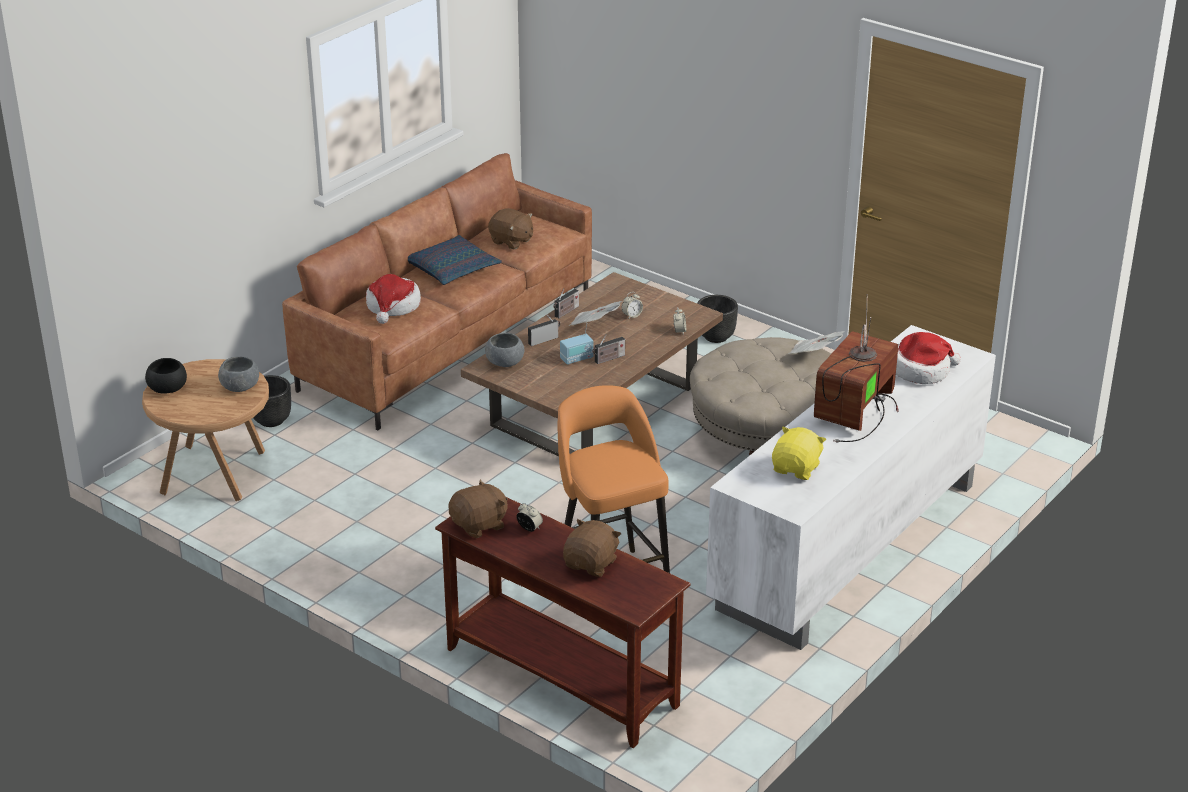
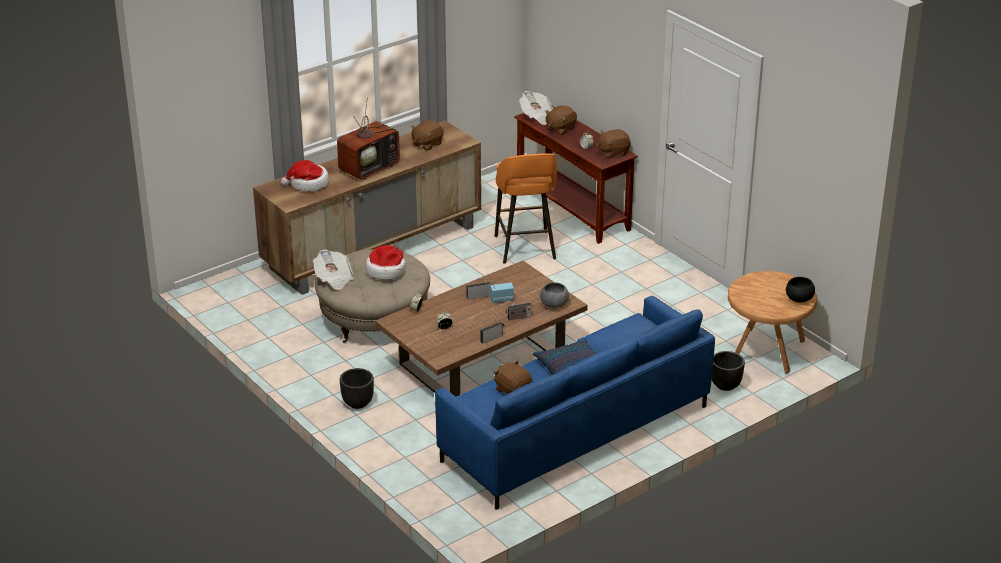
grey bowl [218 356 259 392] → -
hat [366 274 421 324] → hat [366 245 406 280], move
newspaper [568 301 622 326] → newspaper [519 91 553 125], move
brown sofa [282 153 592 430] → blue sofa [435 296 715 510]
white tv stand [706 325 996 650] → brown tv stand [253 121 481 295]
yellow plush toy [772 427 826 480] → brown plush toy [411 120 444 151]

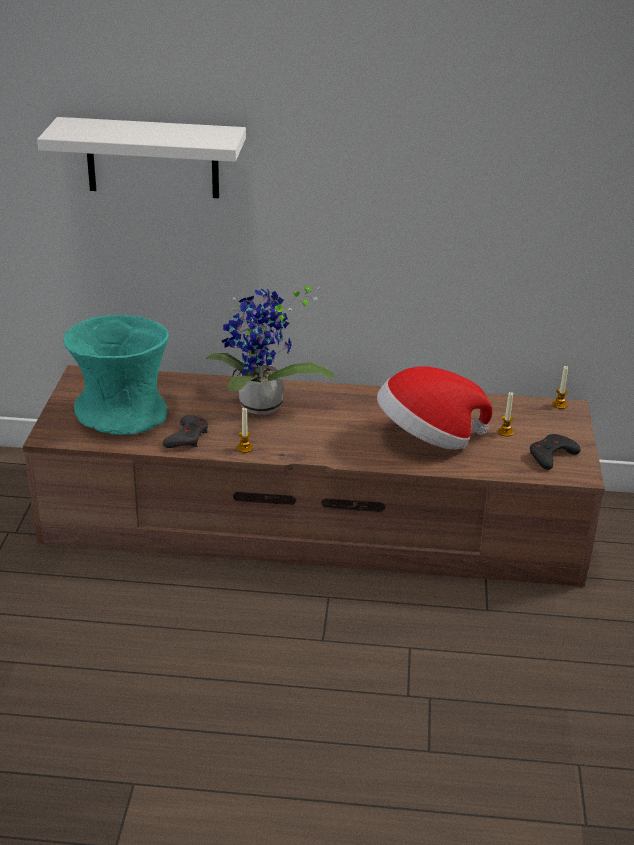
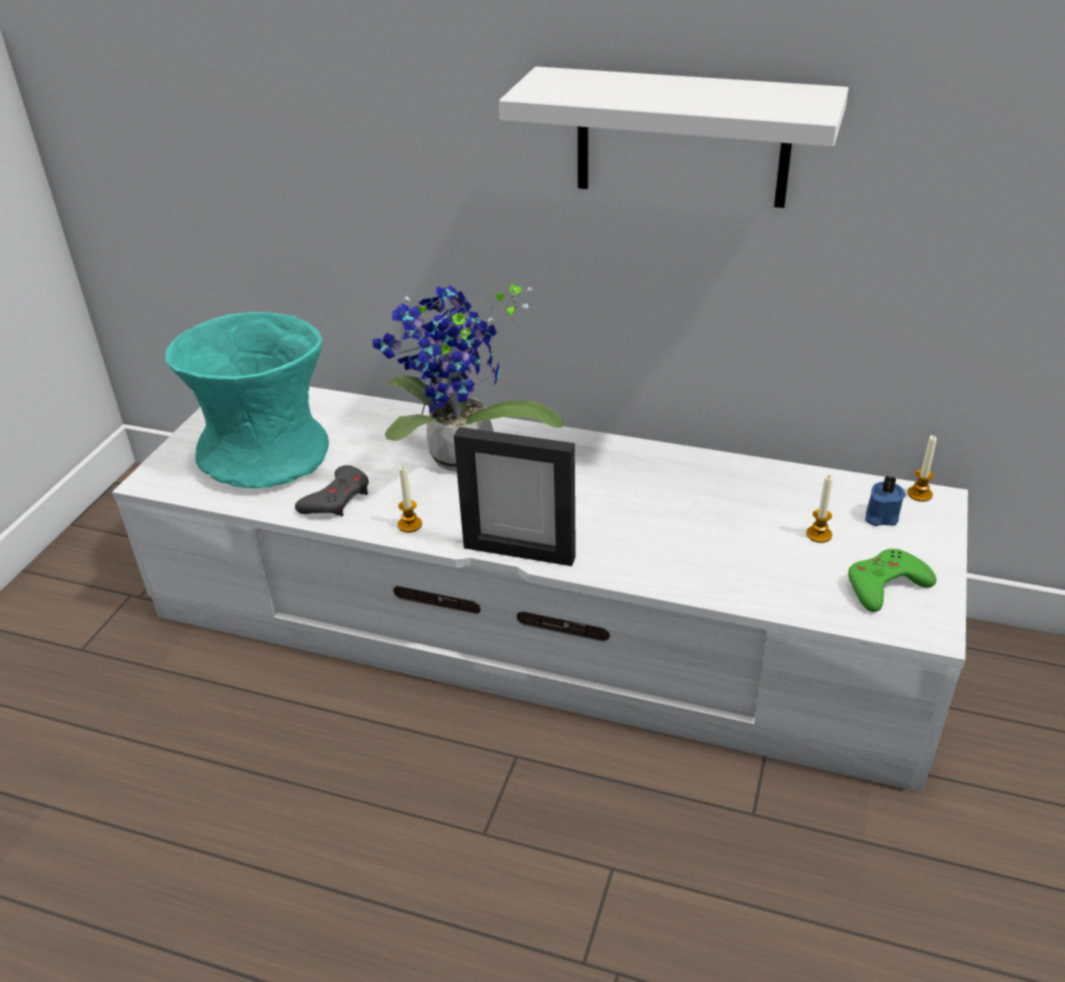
hat [377 366 493 450] → -
- → picture frame [454 427 576 566]
- → blue candle [865 475 906 526]
white shelf [37 117 246 198] → white shelf [499 67 849 208], move
brown tv stand [23 365 605 587] → white tv stand [112 386 968 793]
black game controller [530 434 581 470] → green game controller [848 549 936 612]

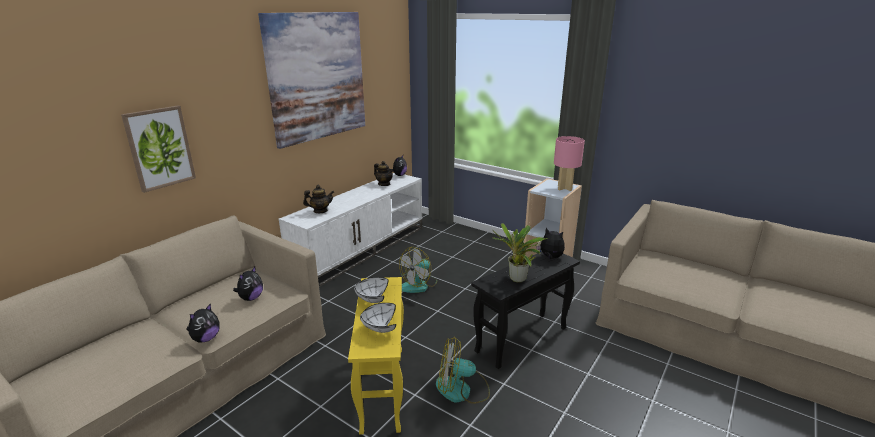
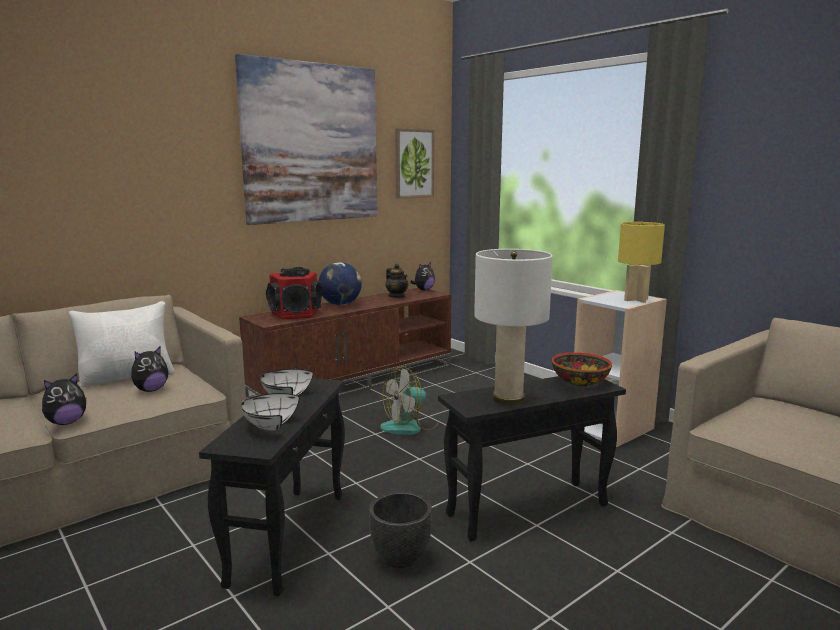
- → white pillow [69 301 174 387]
- → globe [319 262 362 305]
picture [121 106 196 193] → picture [395 128 434 199], move
teapot [303 185 334 213] → speaker [266 267 322 319]
fan [436 337 490 404] → black planter [369 492 432 568]
potted plant [493 223 548 283] → white table lamp [474 249 553 406]
plush toy [536 228 565 259] → bowl [552 352 612 386]
white tv stand [279 173 422 287] → brown tv stand [239 288 451 399]
yellow side table [348 277 404 435] → black side table [199 378 345 596]
pink table lamp [554 136 585 191] → yellow table lamp [618 222 665 303]

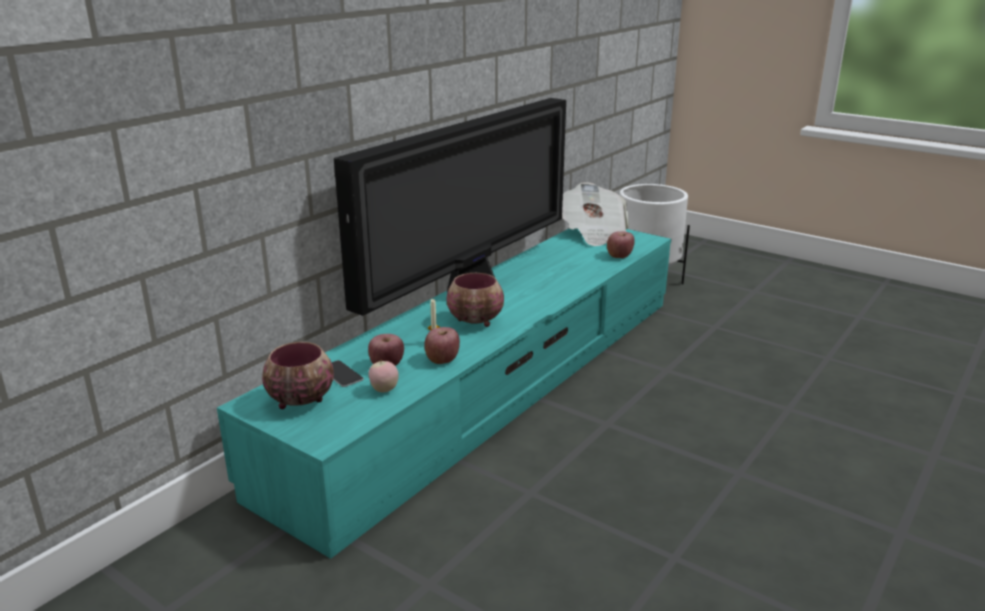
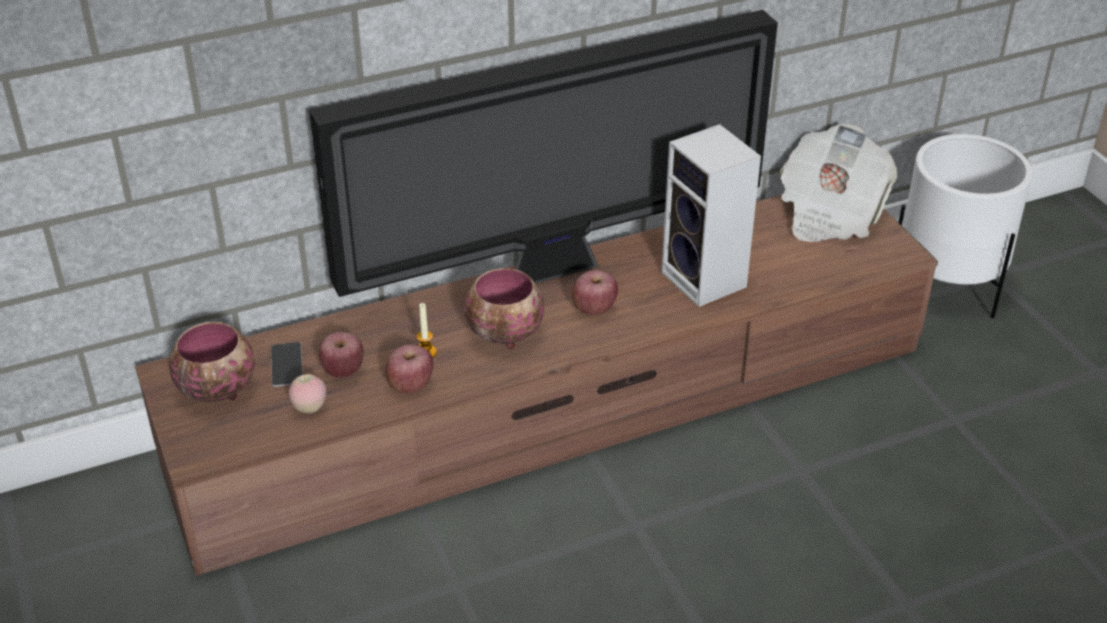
- → speaker [661 124 761 307]
apple [607 231 635 258] → apple [572 270 618 316], move
turquoise tv stand [217 228 671 559] → brown tv stand [135 195 938 576]

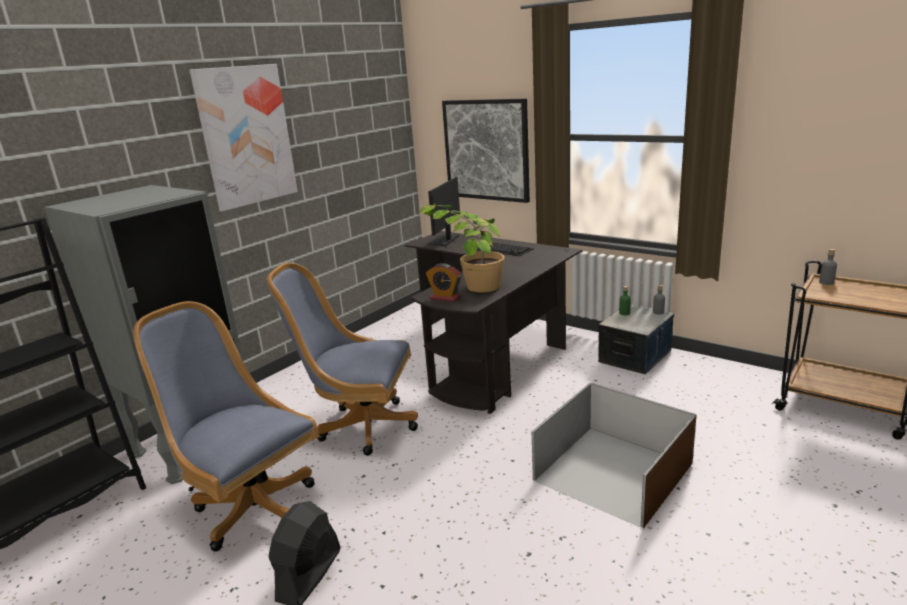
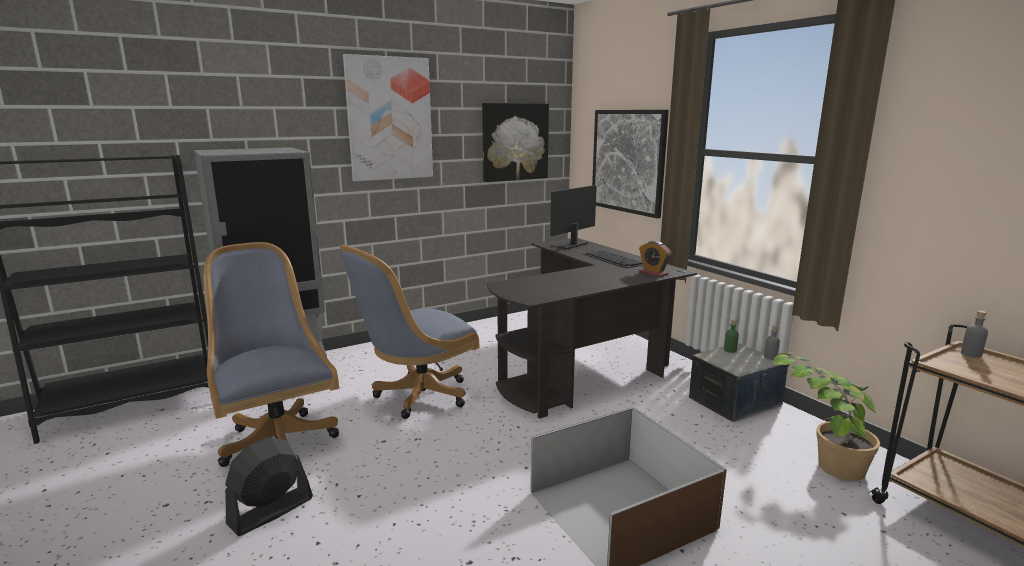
- → picture [482 103 549 182]
potted plant [419 203 505 293] → potted plant [772 352 880 481], move
alarm clock [426 263 461 302] → alarm clock [639 241 672 277], move
blue office chair [267 262 418 456] → blue office chair [340 245 480 419], 75 degrees counterclockwise

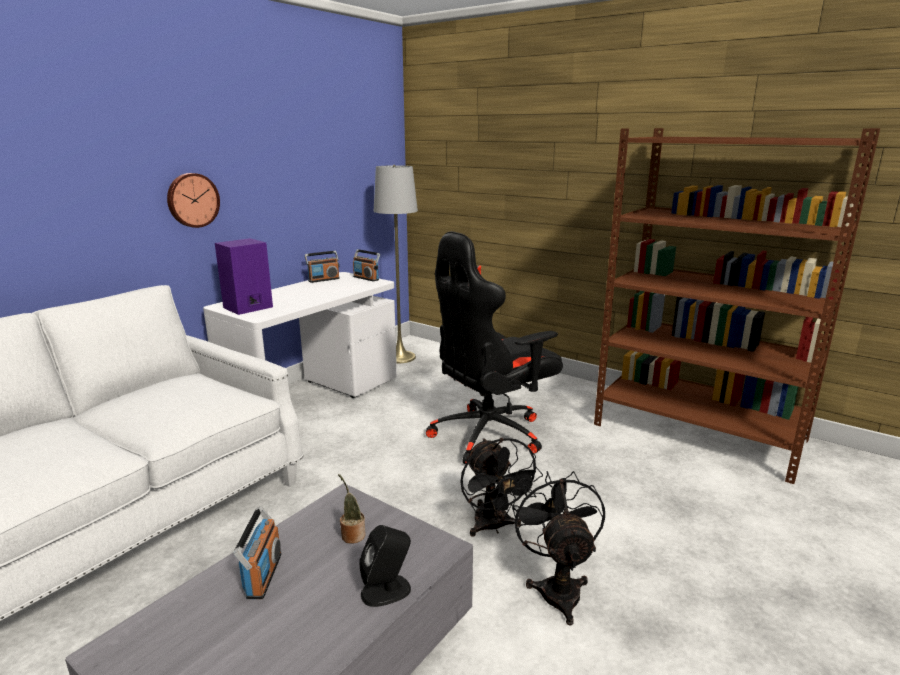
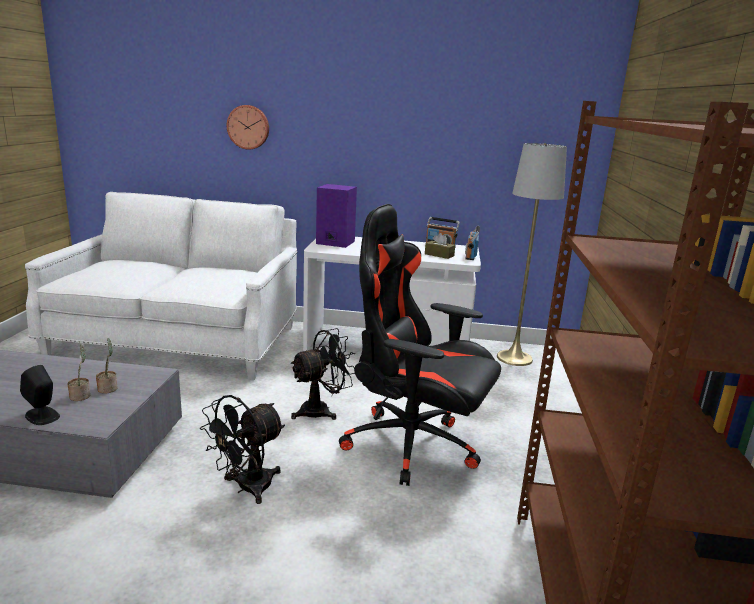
radio [233 506 281 599] → -
- → potted plant [67 344 90 401]
- → brown tissue box [425 233 455 259]
wall clock [167 173 220 228] → wall clock [227 105 269 150], move
black fan [512 471 605 626] → black fan [291 328 355 420], move

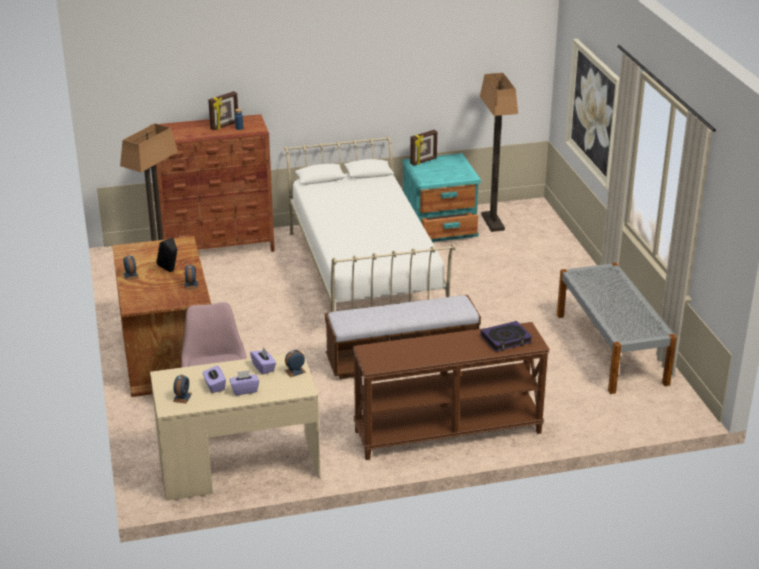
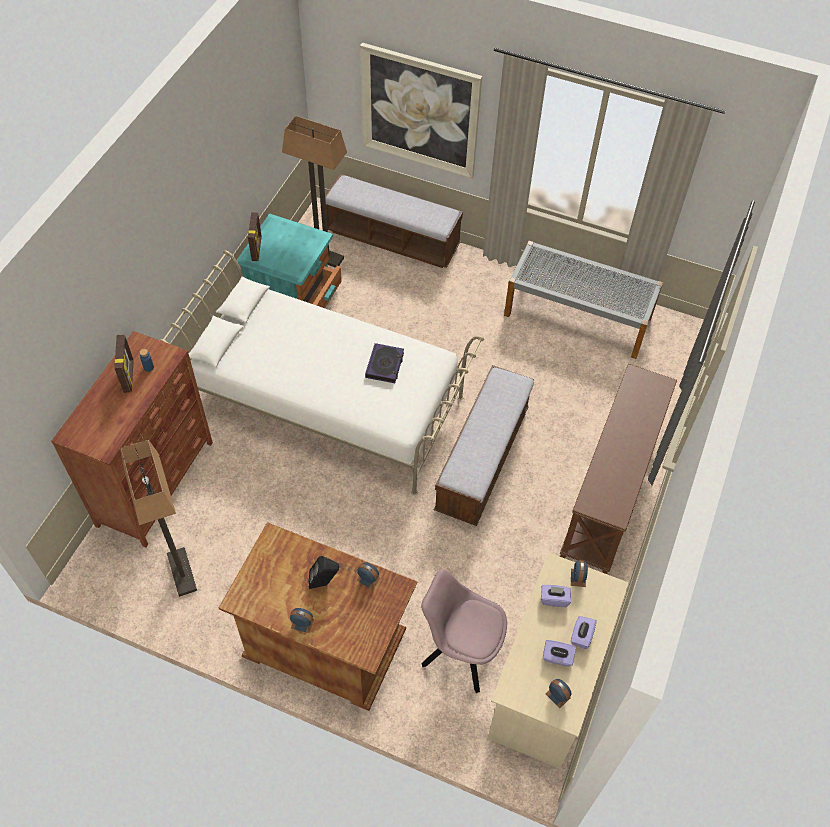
- → bench [325 174 463 268]
book [480 321 532 352] → book [365 343 404 383], move

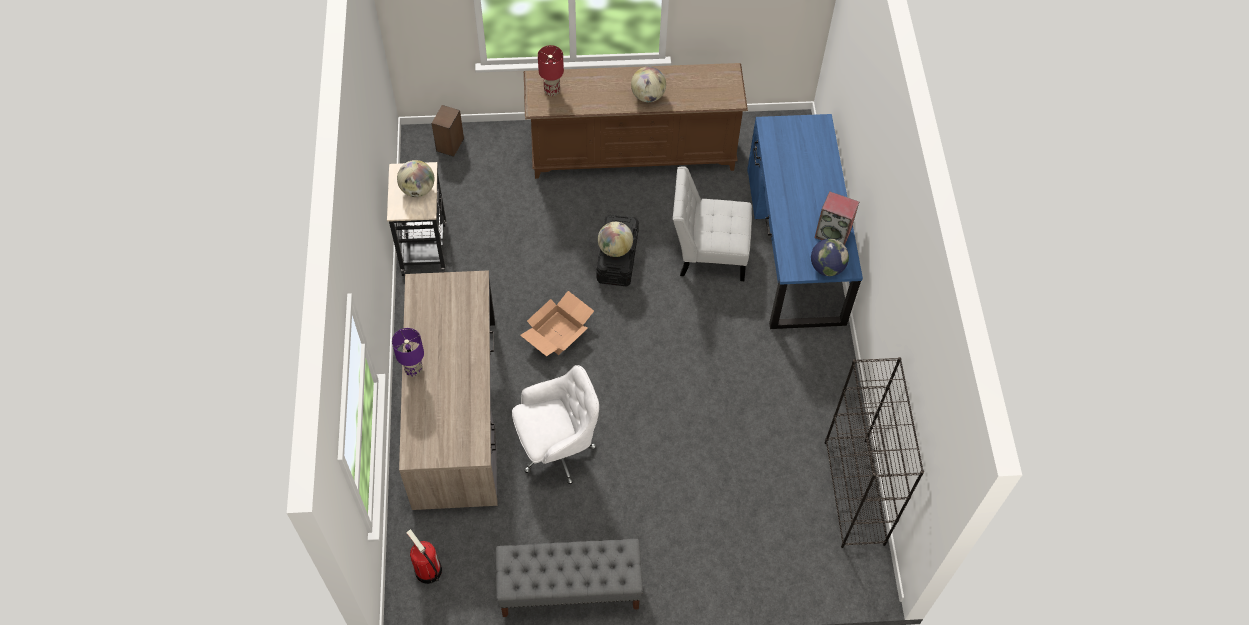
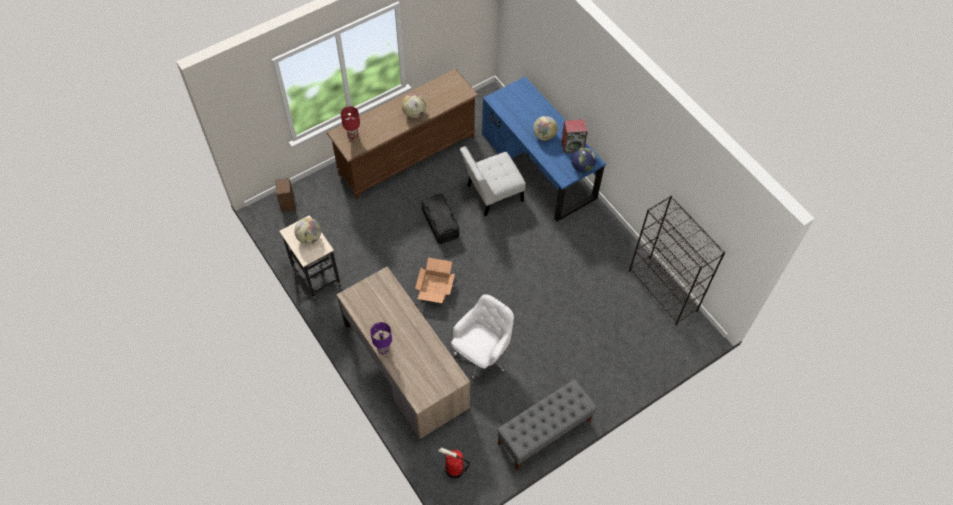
globe [598 222 633 257] → globe [533 116 557 141], move

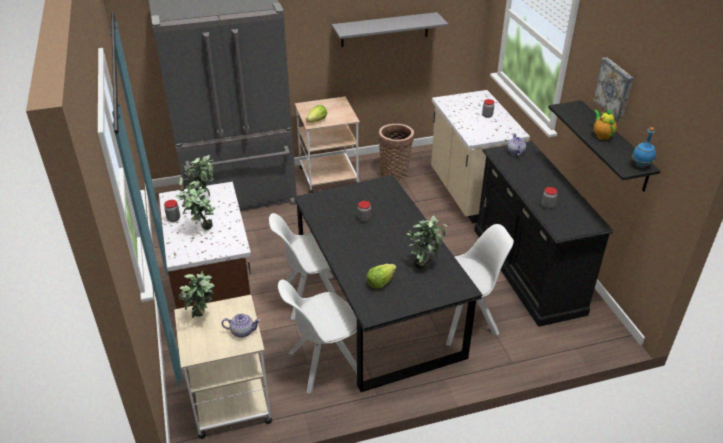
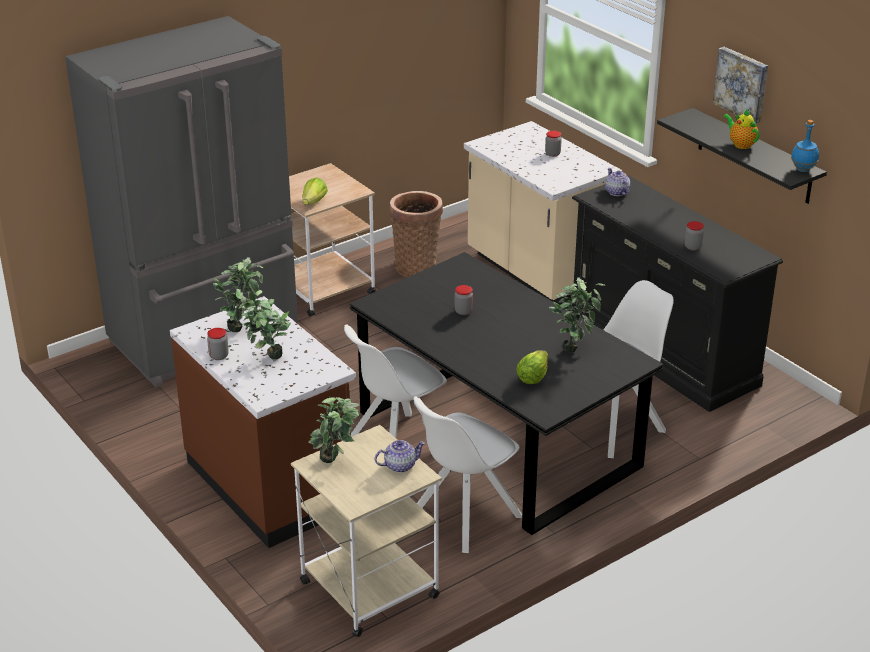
grey shelf [332 12 448 47] → -

